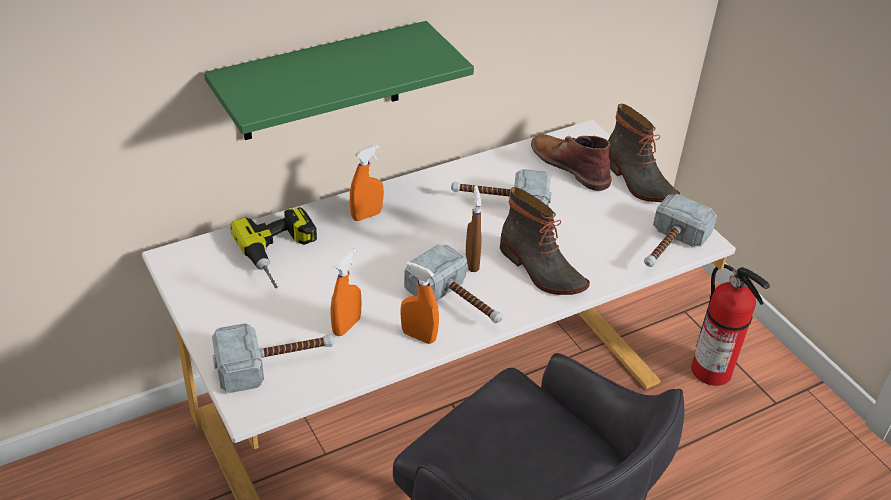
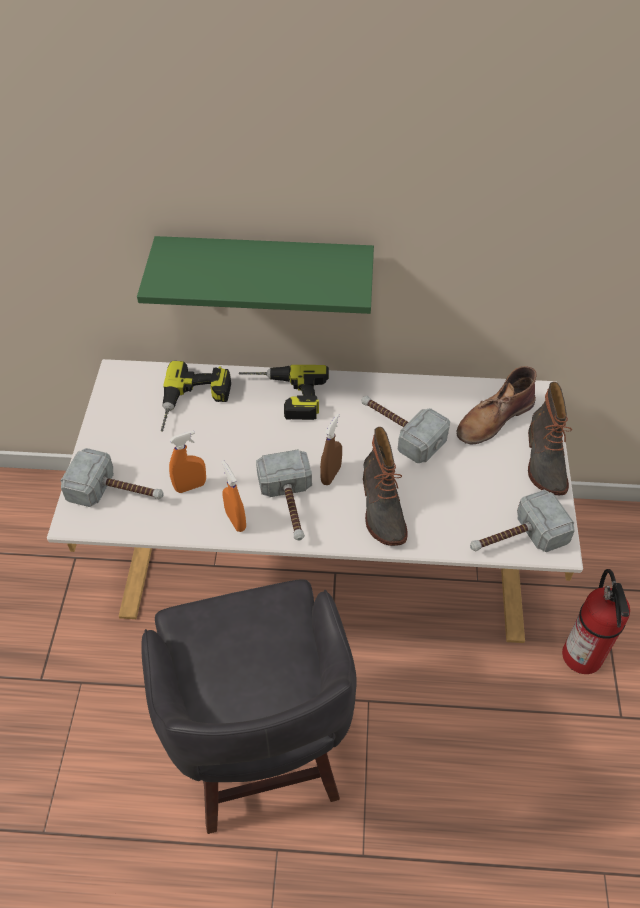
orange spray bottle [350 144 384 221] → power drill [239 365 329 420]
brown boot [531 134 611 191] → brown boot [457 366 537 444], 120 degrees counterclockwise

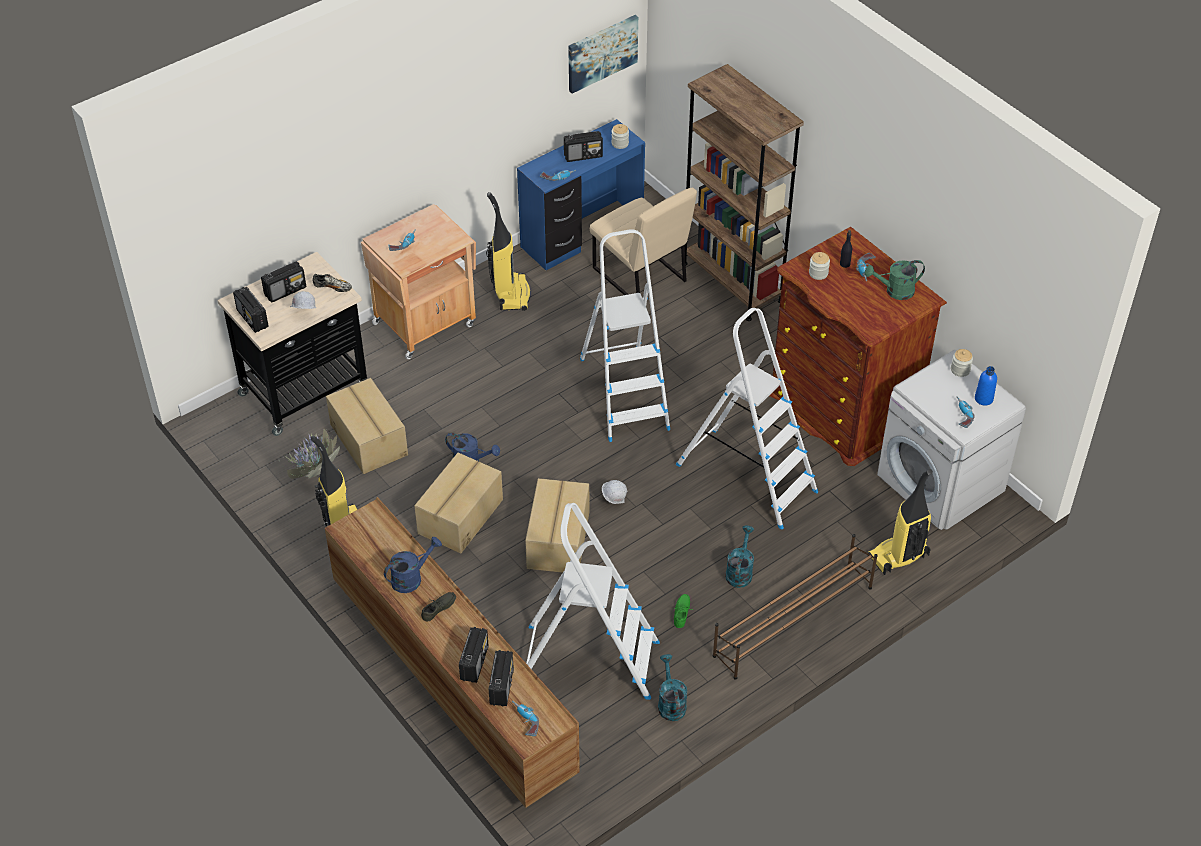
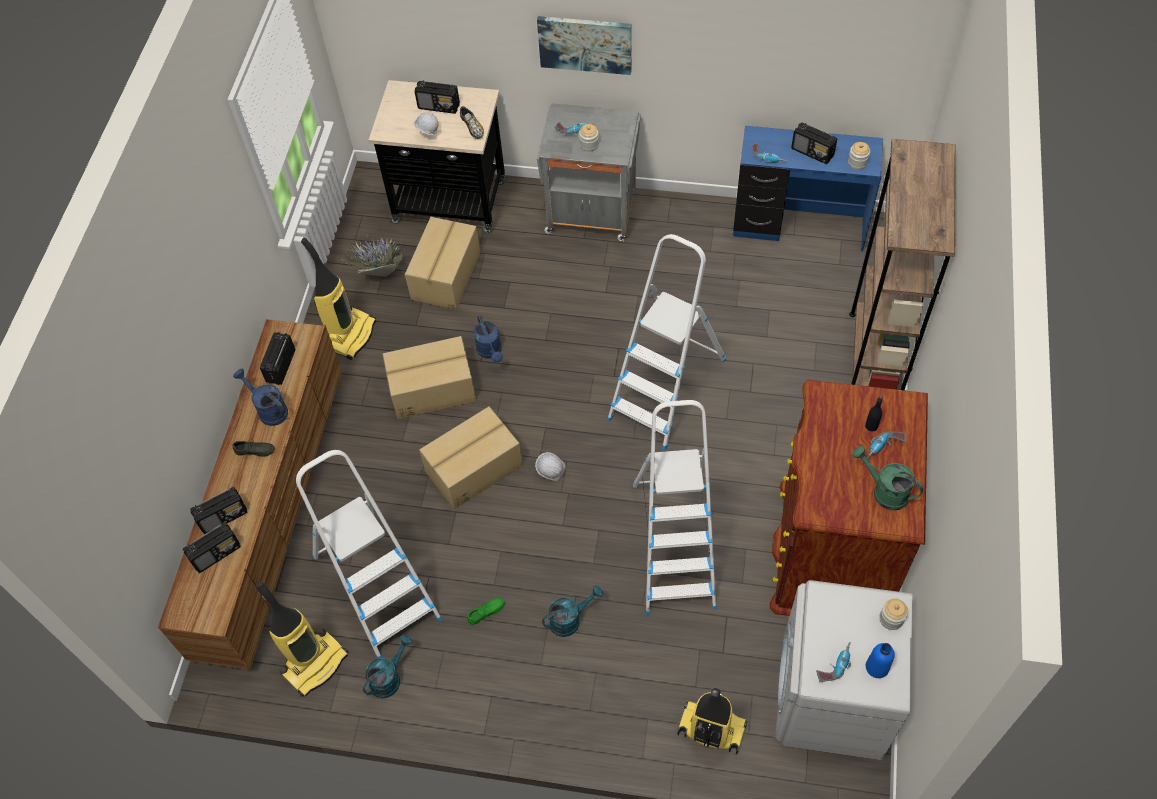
power drill [512 701 539 736] → -
beige chair [590 188 697 295] → -
brown shoe rack [713 534 878 680] → -
radio [233 287 269 333] → radio [260 332 295 385], move
vacuum cleaner [486 192 531 311] → vacuum cleaner [256 581 349 697], move
picture [568 15 638 93] → picture [537 16 631 75], move
jar [809 252 830 280] → jar [579 124 599 152], move
brown cart [361 204 476 359] → grey cart [537 103 641 241]
blue watering can [384 537 442 593] → blue watering can [233 369 288 426], 150 degrees counterclockwise

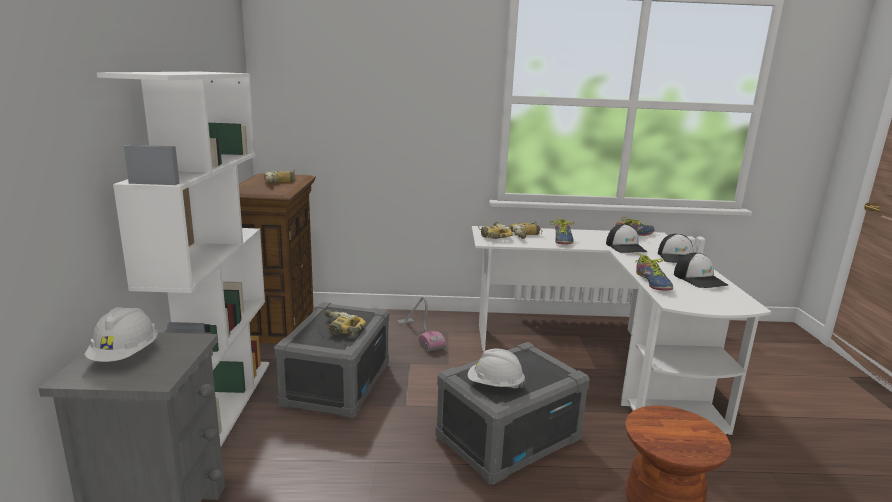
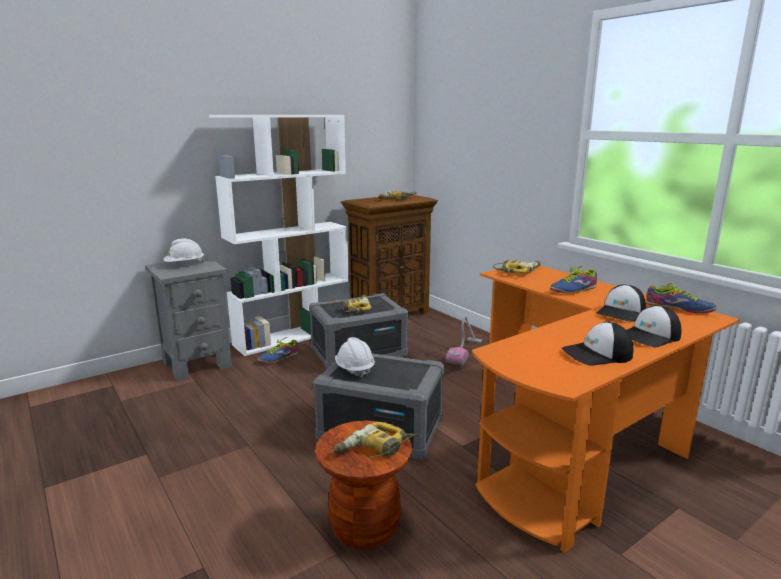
power drill [509 222 543 239] → power drill [334 422 419 460], move
shoe [635 253 673 291] → shoe [257 336 298 363], move
white desk [472 226 771 435] → orange desk [472 262 740 553]
cap [674 252 728 288] → cap [562 322 633 365], 45 degrees clockwise

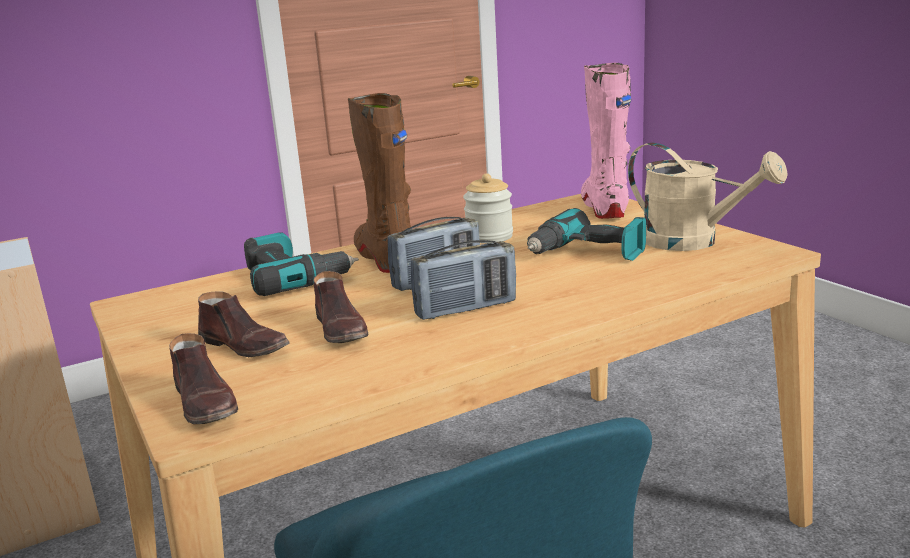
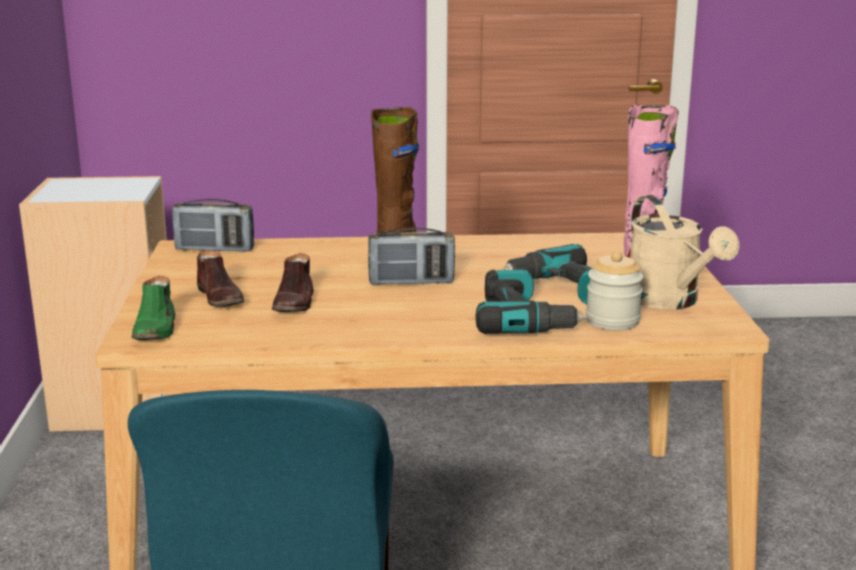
power drill [244 233 359 296] → power drill [475 269 589 334], move
radio [411 240 516 320] → radio [172 199 254 252], move
jar [463 173 513 244] → jar [586 251 644 330], move
brown shoe [169 333 238 424] → green shoe [131 276 176 340]

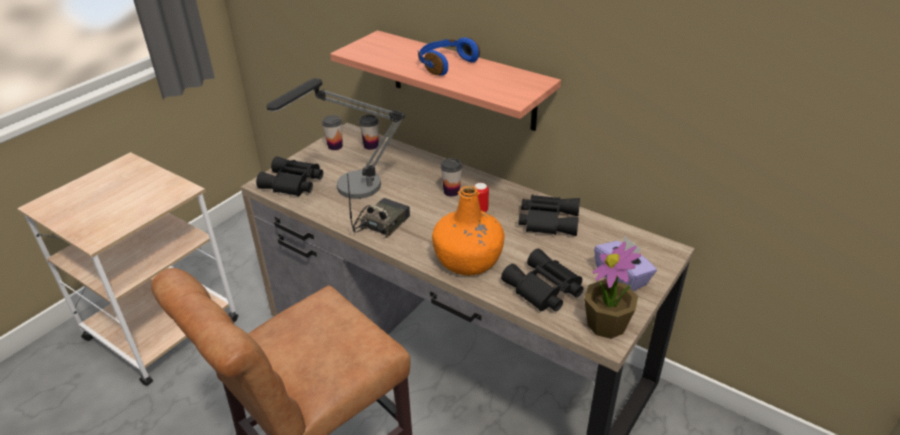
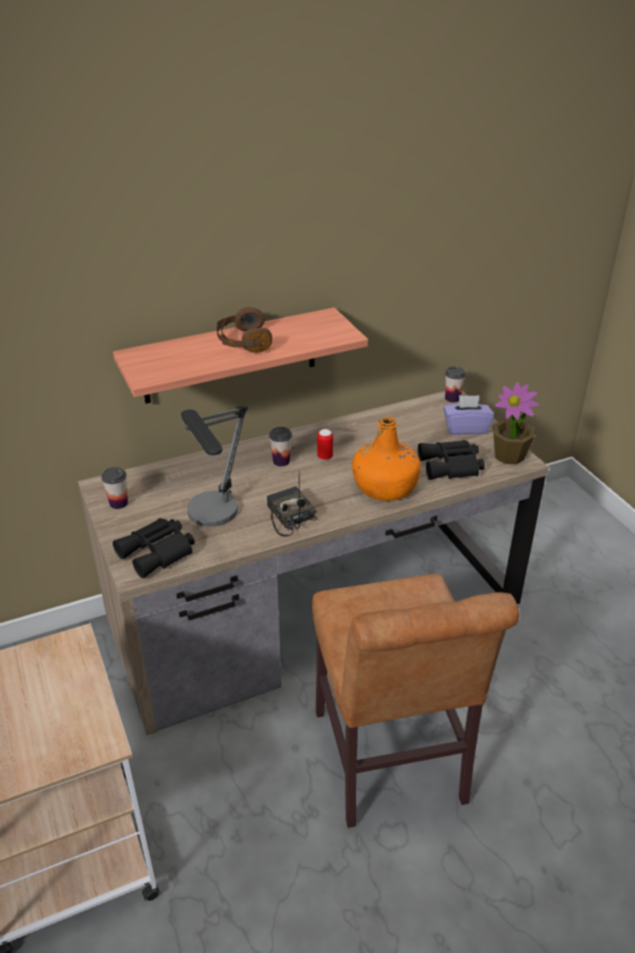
black binoculars [518 195 580 236] → -
cup [359 115 379 150] → cup [445 366 466 403], move
blue headphones [418 38 480 76] → brown headphones [216 307 272 353]

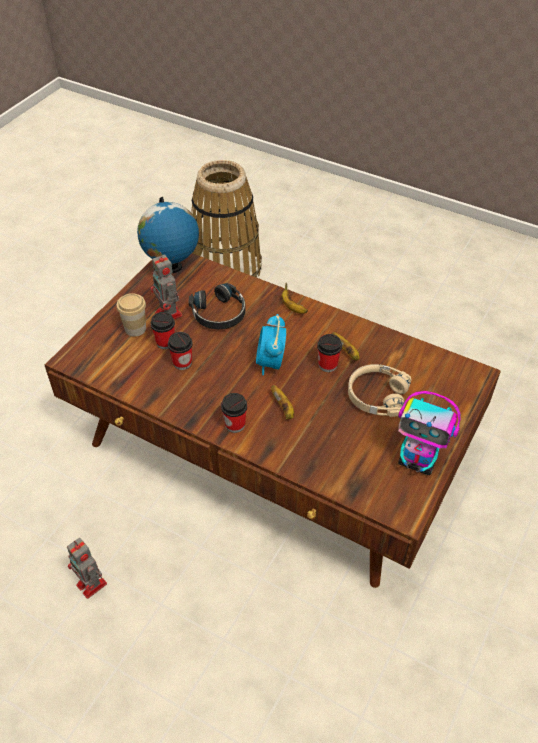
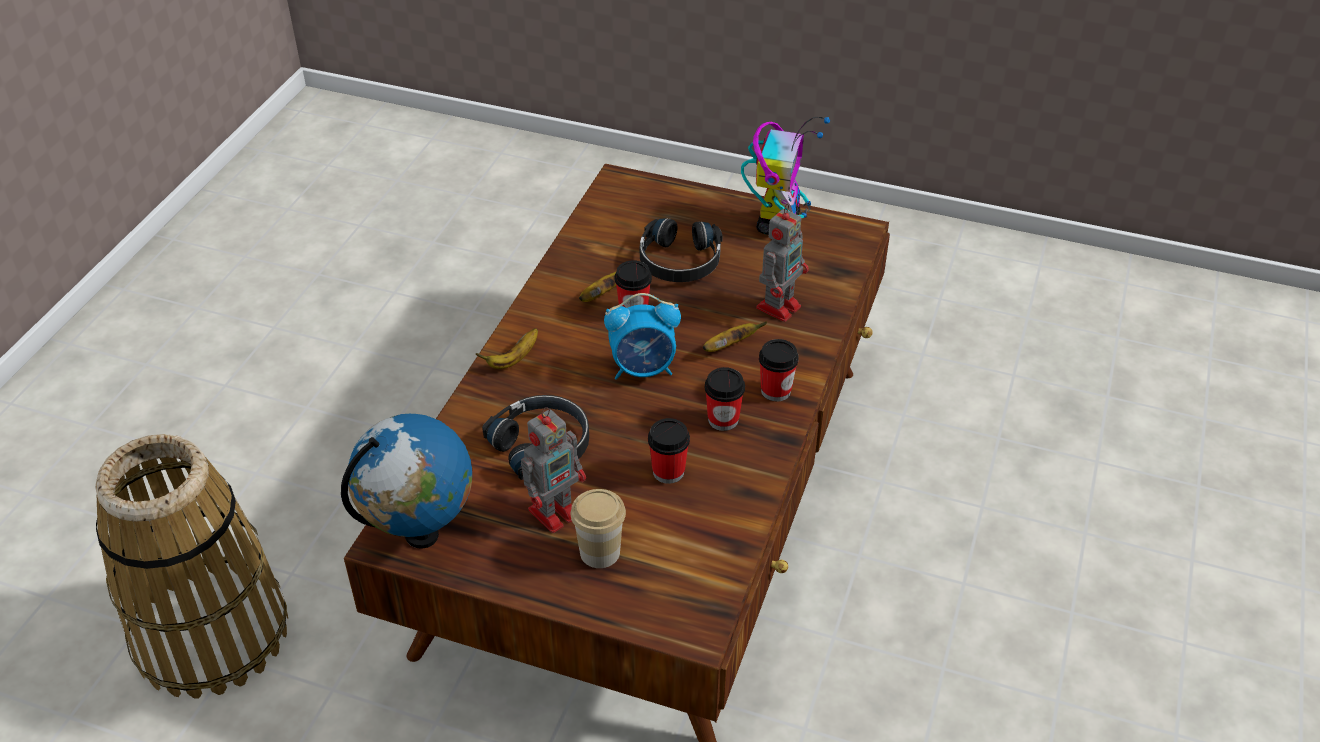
toy robot [67 538 107 599] → toy robot [756 204 809 322], move
cup [151 312 175 349] → cup [705 367 745 431], move
beige headphones [348 364 412 417] → black headphones [640 219 723 282]

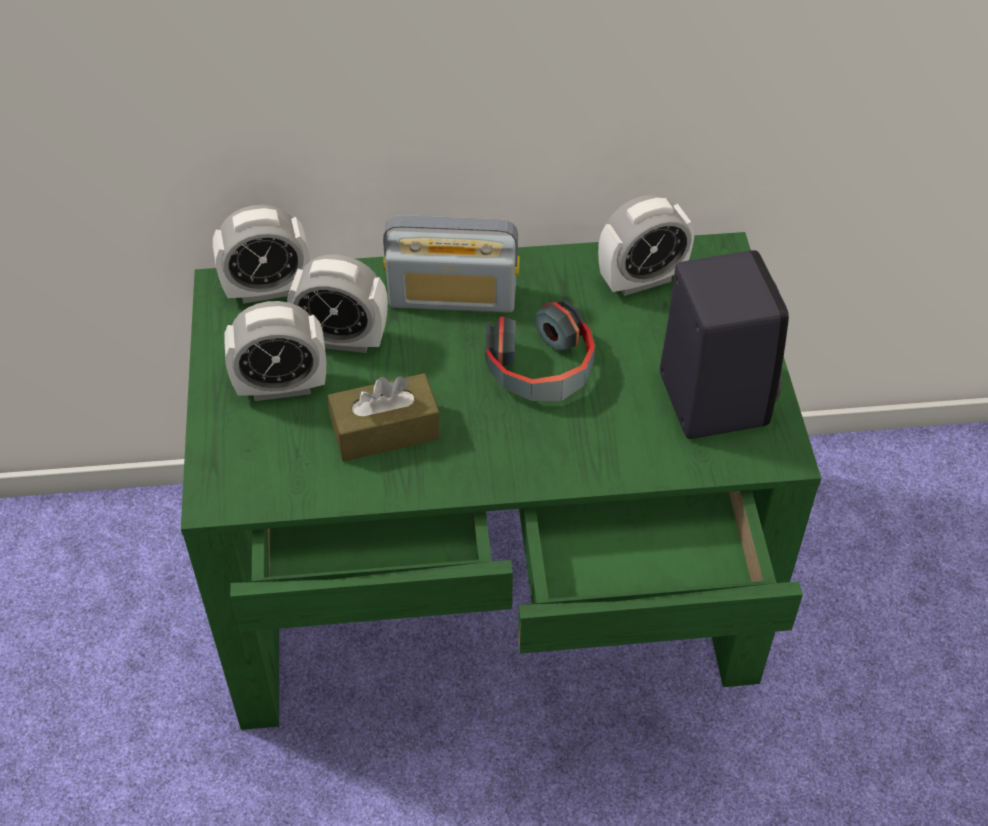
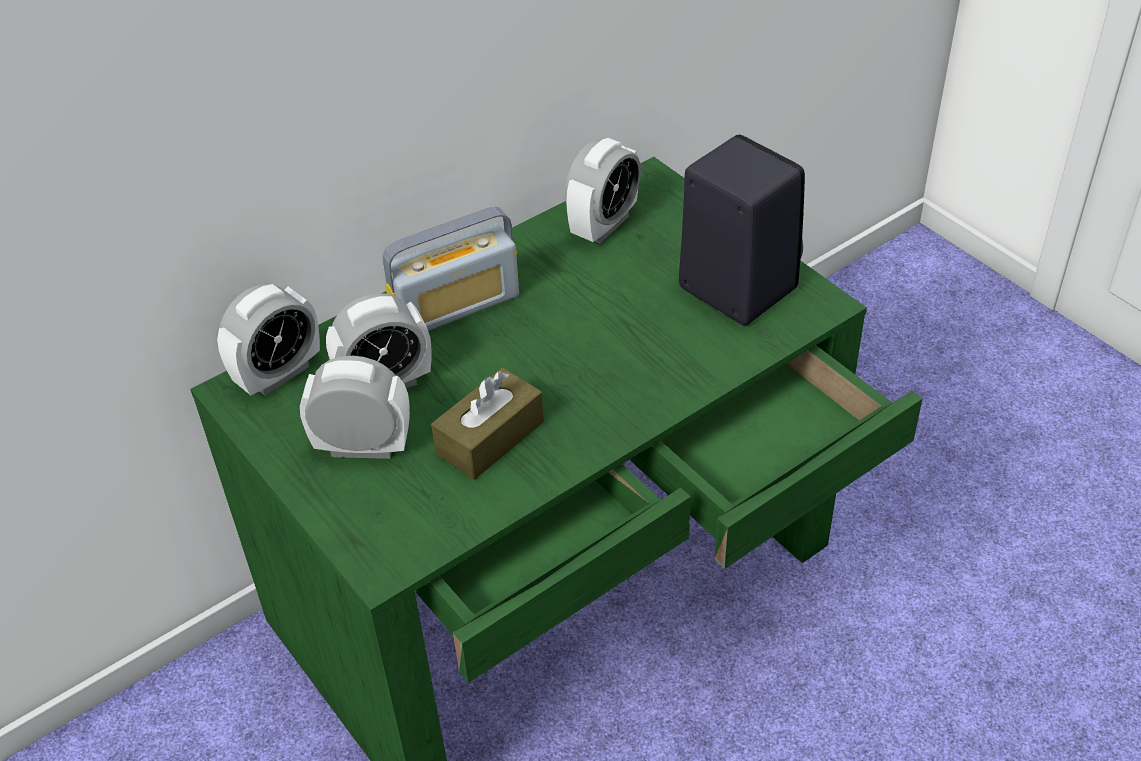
headphones [485 300 595 401] → -
alarm clock [224 301 326 401] → alarm clock [300 356 410 459], 135 degrees counterclockwise

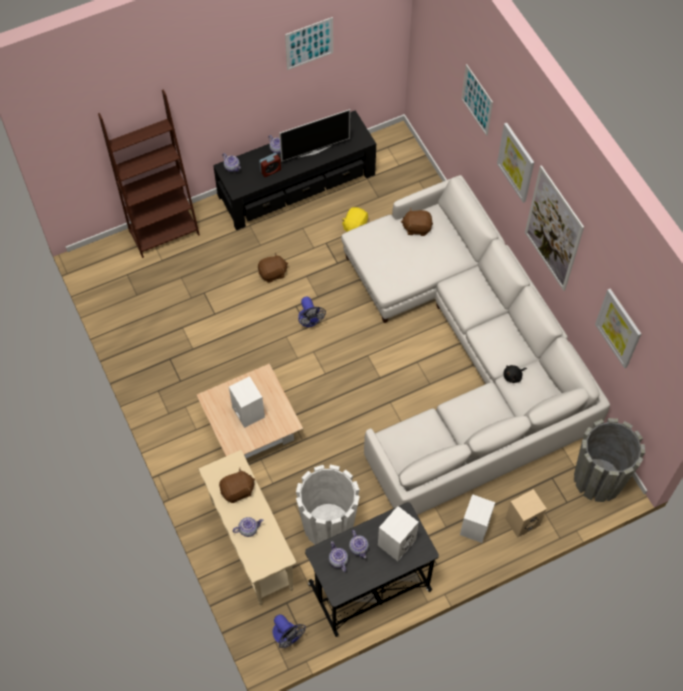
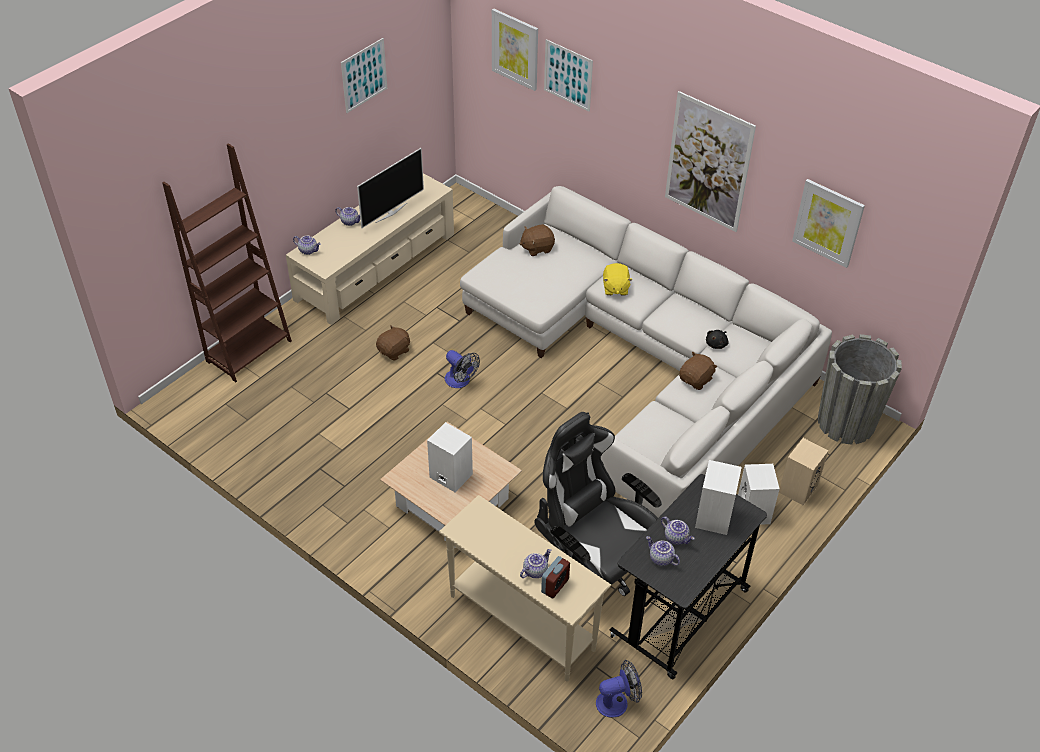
brown plush toy [219 468 255 503] → brown plush toy [679 352 717 390], move
alarm clock [259 153 281 177] → alarm clock [541 556 570 599], move
yellow plush toy [341 207 368 232] → yellow plush toy [603 263 632 295], move
picture [497 123 534 203] → picture [492 9 538 91], move
white planter [296 465 360 545] → black office chair [534 412 662 596]
black tv stand [213 110 376 230] → beige tv stand [286 173 454 325]
fan [272 614 306 648] → fan [596 660 642 718], 45 degrees counterclockwise

